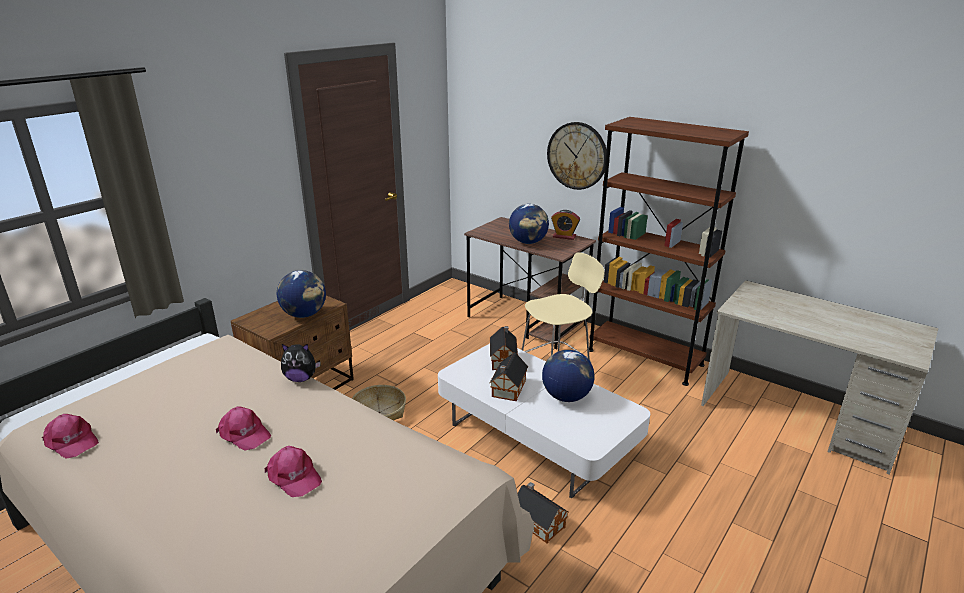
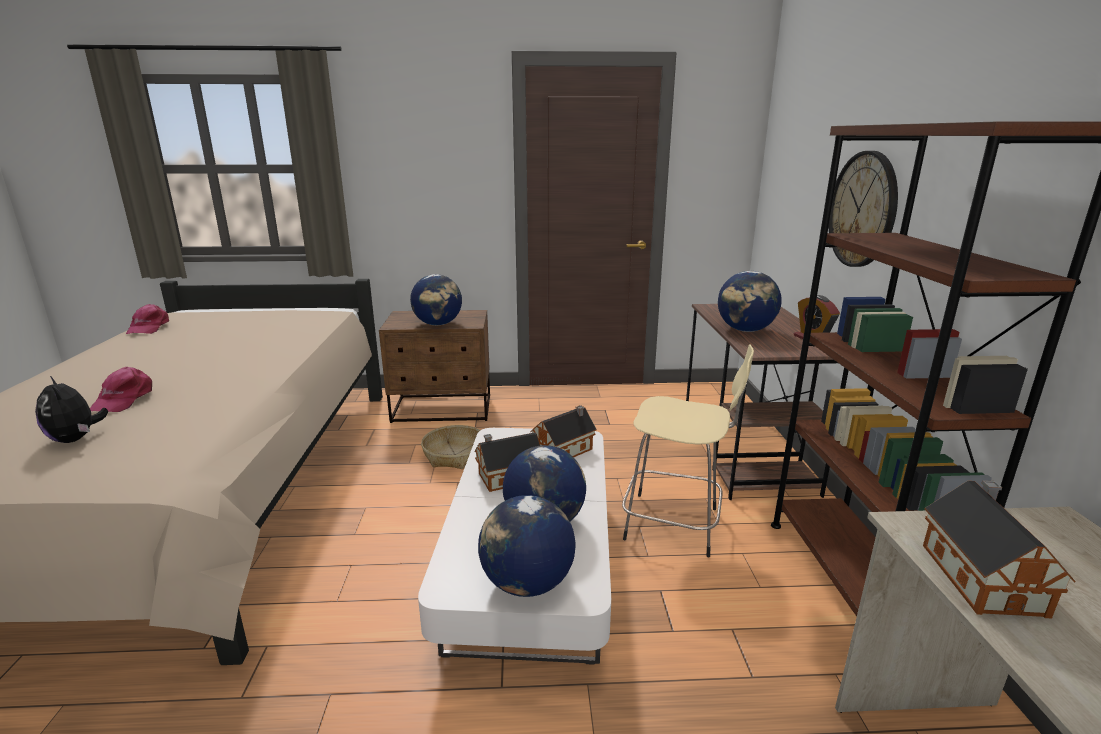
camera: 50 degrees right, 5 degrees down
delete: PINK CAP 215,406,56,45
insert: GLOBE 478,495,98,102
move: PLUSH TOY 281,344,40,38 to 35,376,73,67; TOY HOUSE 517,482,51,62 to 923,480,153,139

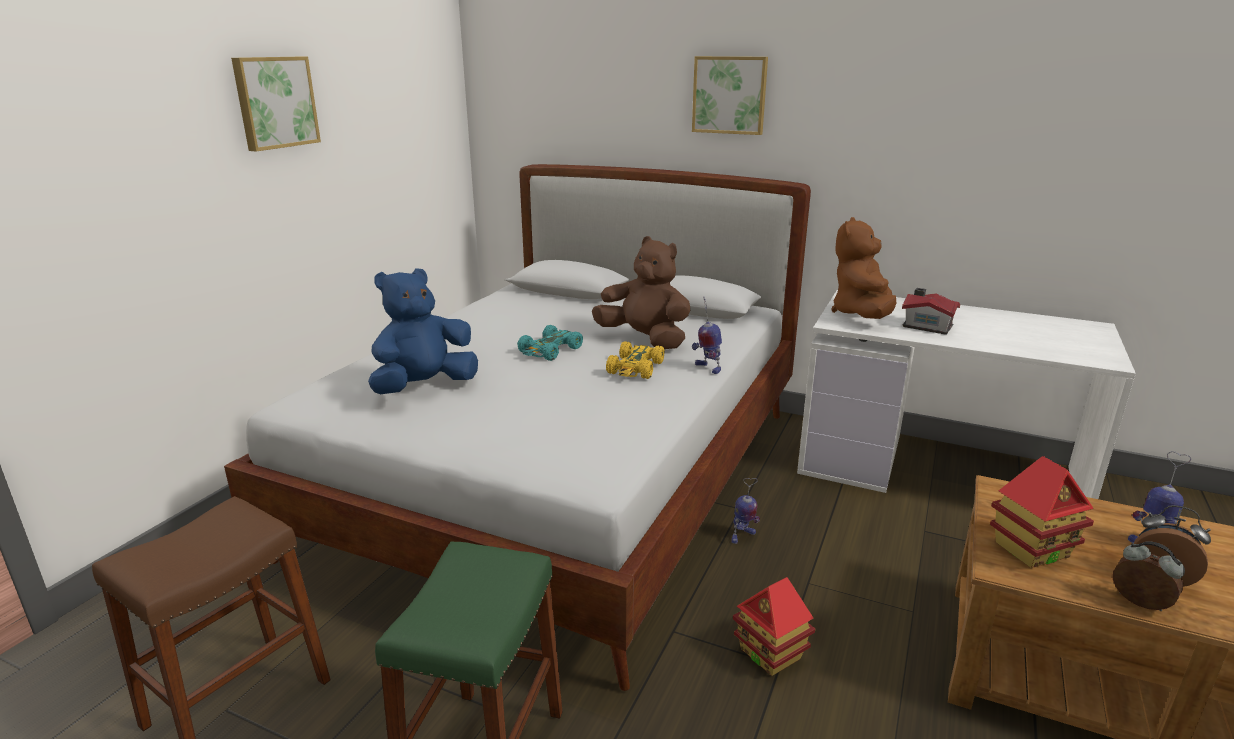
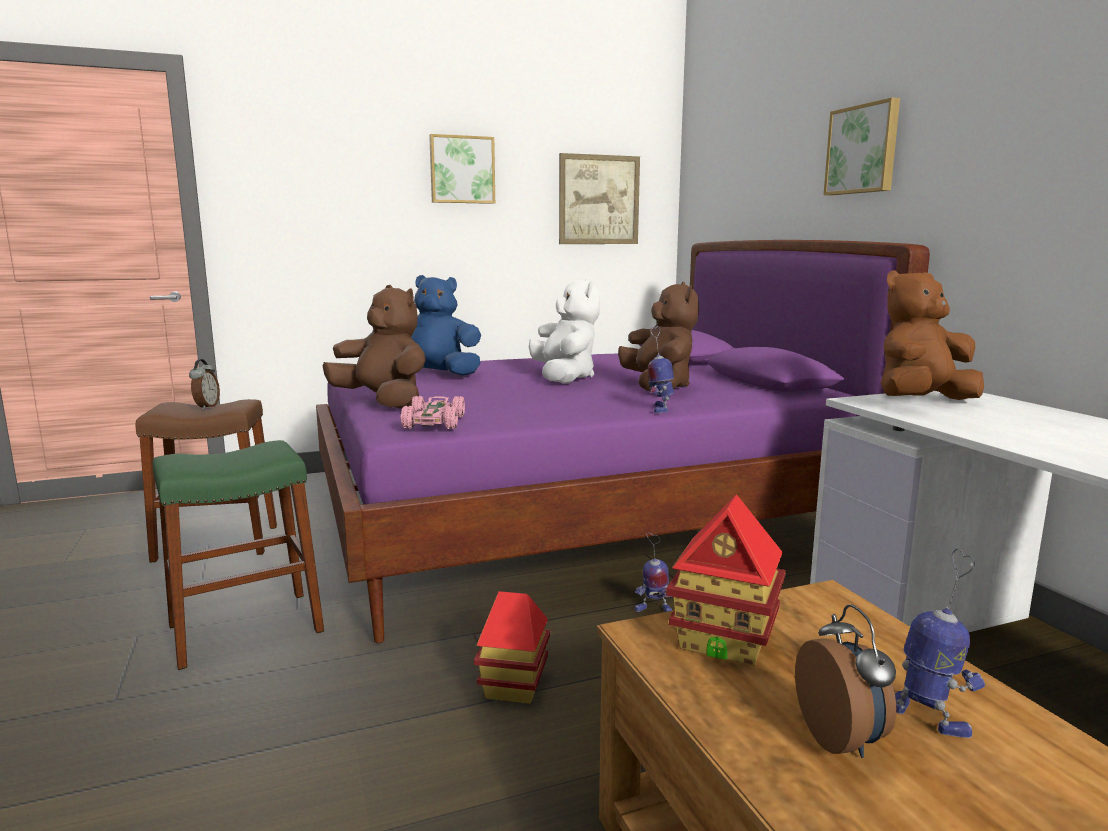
camera: 45 degrees right, 10 degrees down
delete: YELLOW TOY CAR 606,341,59,38; TOY HOUSE 902,288,58,47
insert: BROWN PLUSH TOY 322,285,104,124; PINK TOY CAR 401,396,64,33; PICTURE 559,153,81,91
move: ALARM CLOCK 1113,541,72,70 to 189,359,31,51
replace: TURQUOISE TOY CAR 517,325,66,36 to WHITE PLUSH TOY 529,278,71,105
recolor: WHITE BED 224,164,587,527 to PURPLE BED 316,240,614,403

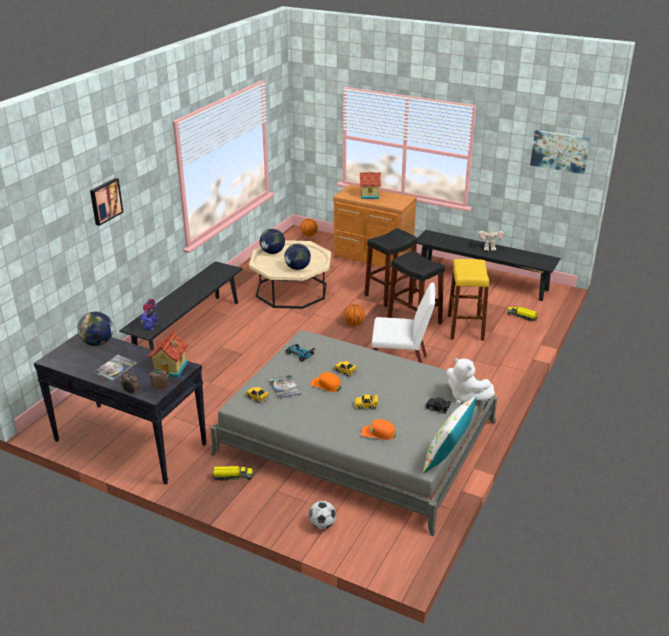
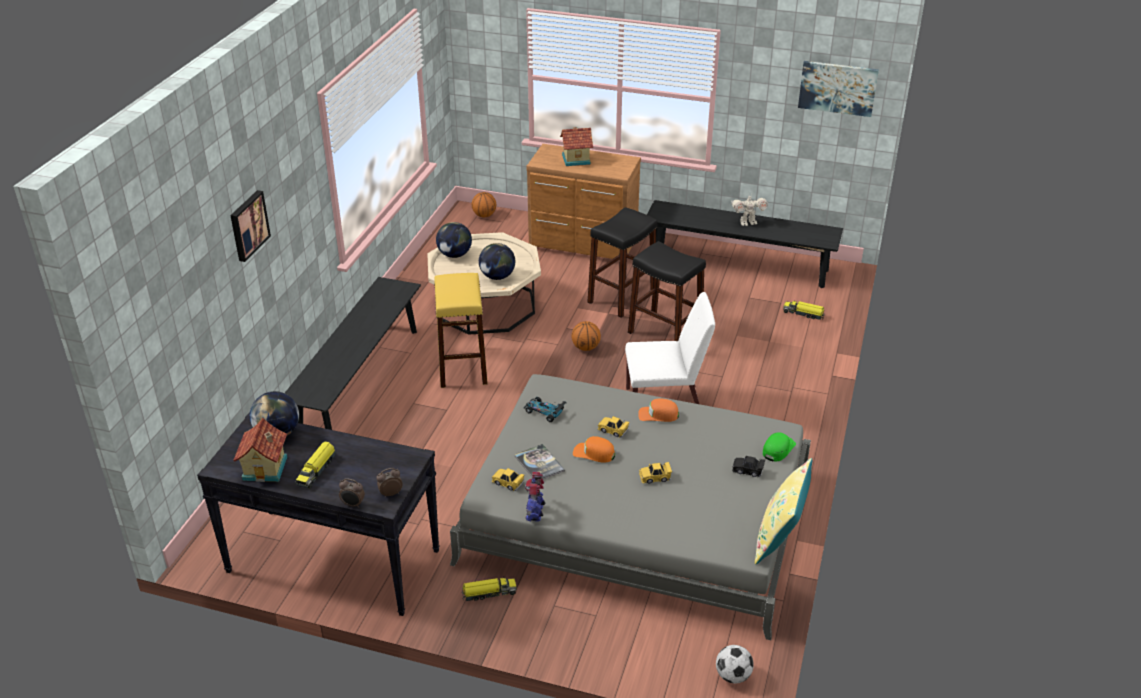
camera: 10 degrees left, 5 degrees up
move: TOY ROBOT 141,299,18,32 to 525,472,20,50; TOY HOUSE 147,331,42,47 to 233,418,54,64; FOOTBALL 309,501,27,28 to 716,645,38,39; ORANGE CAP 361,419,35,21 to 638,398,41,24; YELLOW STOOL 448,259,42,82 to 434,273,54,115
replace: BOOK 93,355,44,26 to TOY TRUCK 295,441,41,47; WHITE PLUSH TOY 446,357,49,47 to GREEN CAP 763,432,33,30
recolor: WHITE PILLOW 423,396,54,77 to YELLOW PILLOW 755,458,57,107

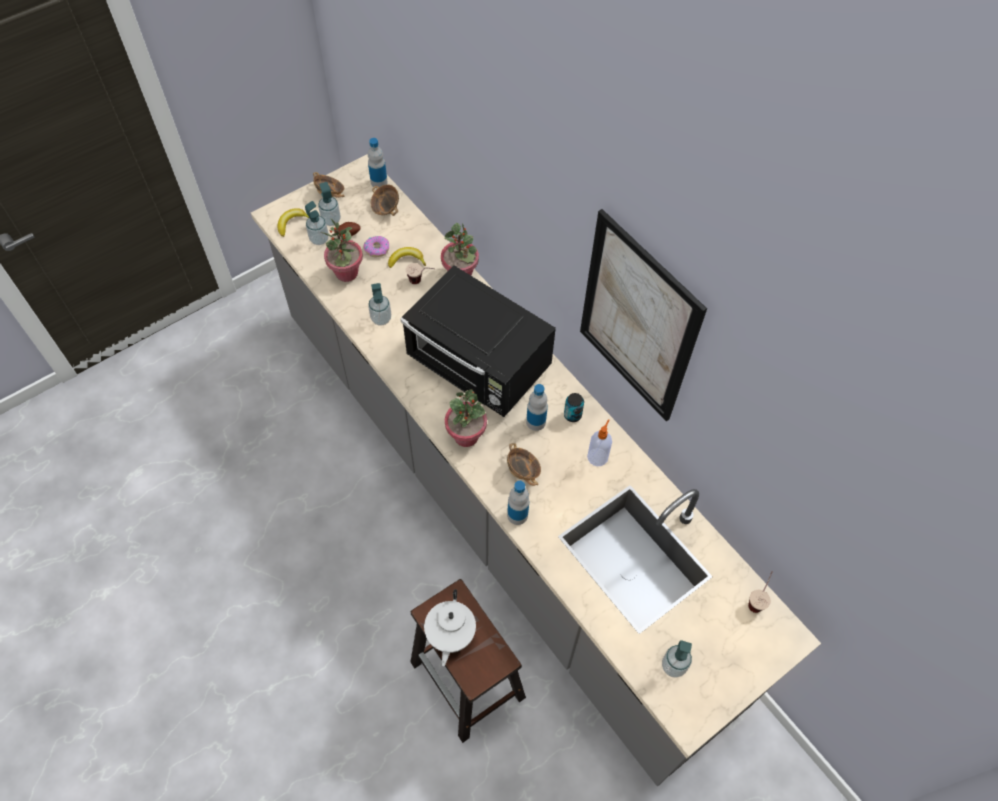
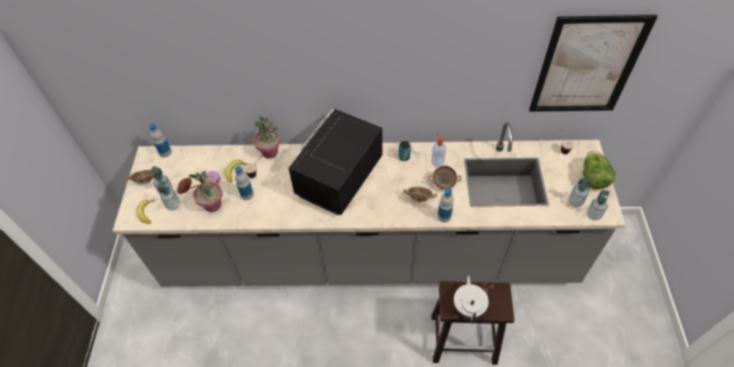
camera: 50 degrees left, 5 degrees down
delete: POTTED PLANT 445,389,42,58
insert: LETTUCE 583,151,32,39
move: SOAP DISPENSER 368,283,23,42 to 587,190,23,30; BOWL 371,184,28,32 to 428,165,34,25; BOTTLE 526,384,22,47 to 235,166,19,34; PICTURE 580,209,127,212 to 529,15,129,97
rotate: BLACK MICROWAVE 401,266,155,151 = 289,109,94,106 135 degrees clockwise; WHITE TEAPOT 424,589,52,77 = 454,275,35,49 135 degrees counterclockwise

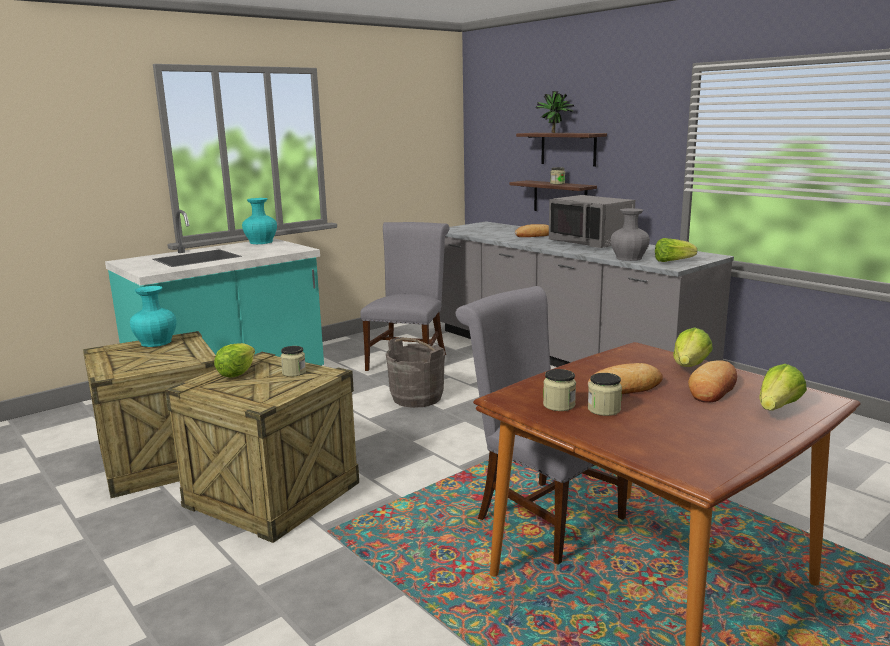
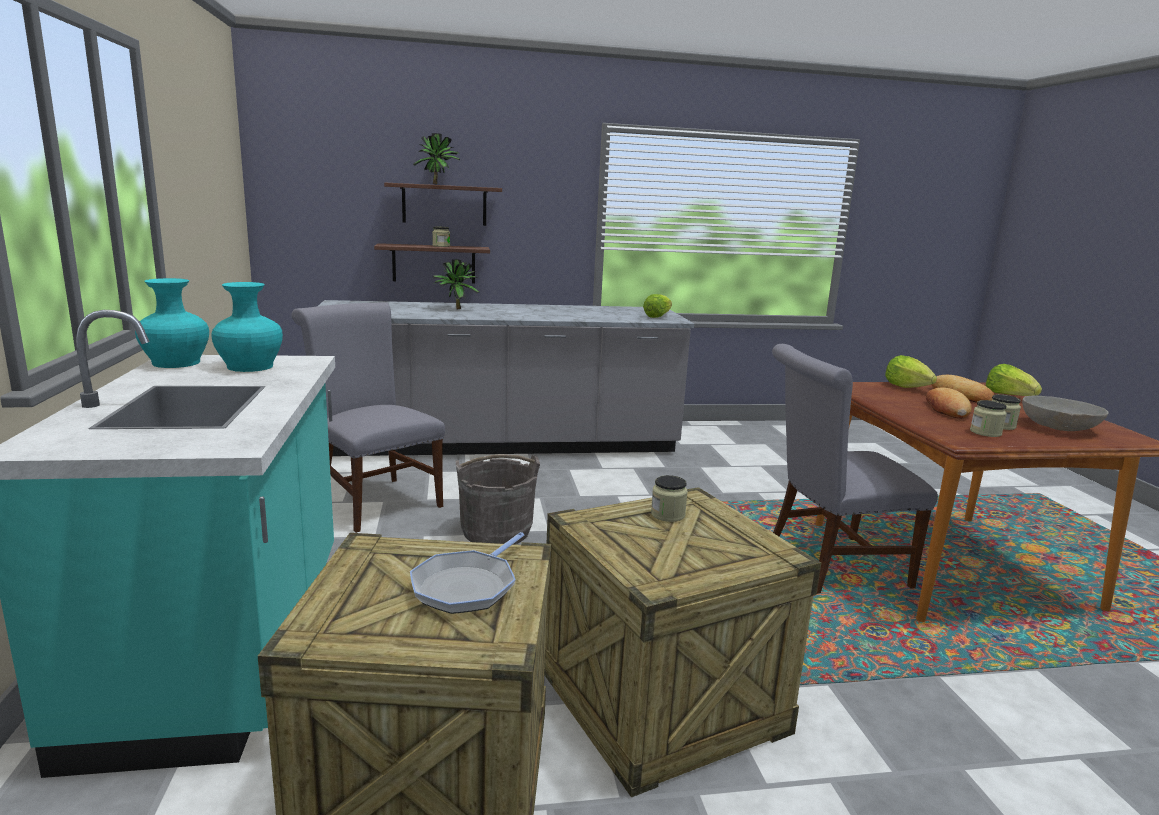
camera: 60 degrees left, 0 degrees up
delete: LETTUCE 214,343,41,34; GREY MICROWAVE 549,195,86,53; GREY VASE 611,208,39,53
insert: FRYING PAN 410,532,114,82; GREY BOWL 1022,395,86,36
move: TURQUOISE VASE 130,286,47,61 to 212,282,71,90
replace: BREAD 515,224,34,13 to POTTED PLANT 433,259,46,50

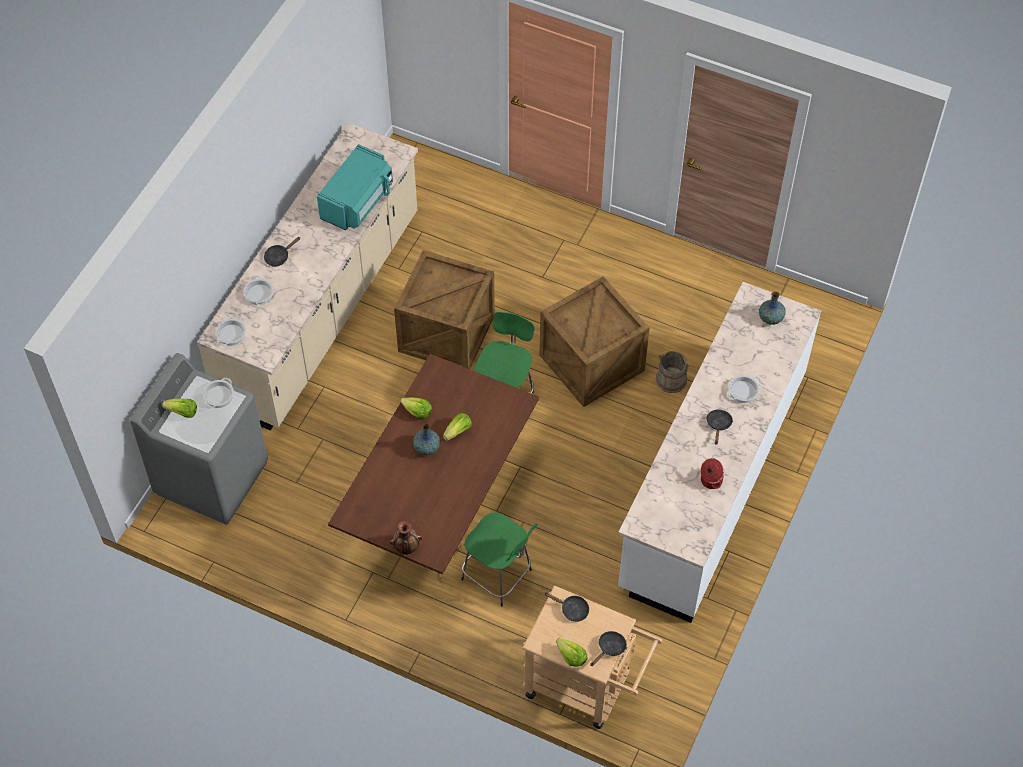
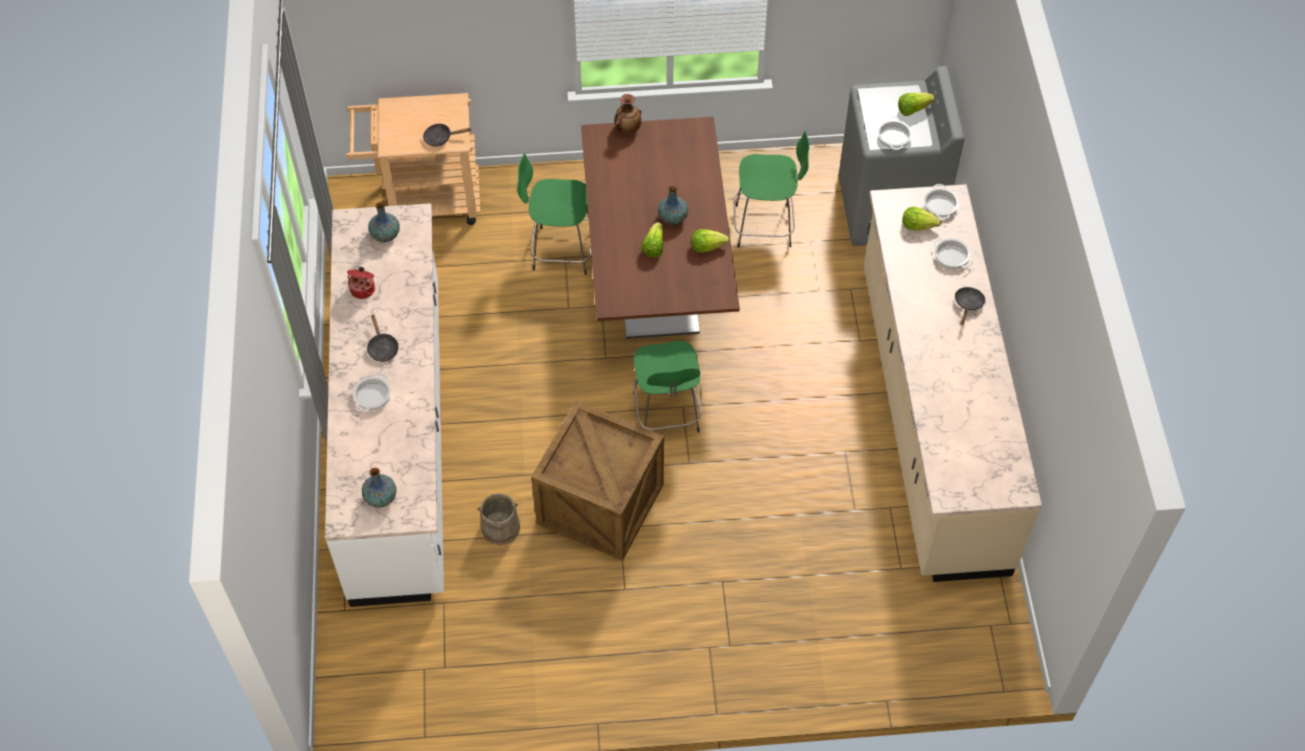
camera: 150 degrees right, 0 degrees up
delete: TURQUOISE MICROWAVE 317,144,76,86; CRATE 394,250,101,119; BLACK FRYING PAN 590,631,37,35
insert: VASE 368,202,32,40; GREEN STOOL 733,130,77,118
move: LETTUCE 556,638,31,29 to 902,206,39,24

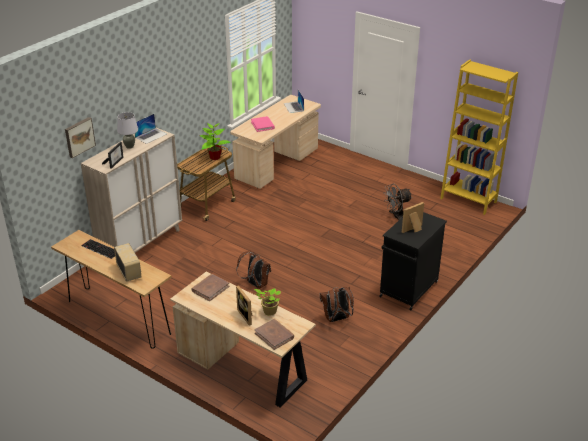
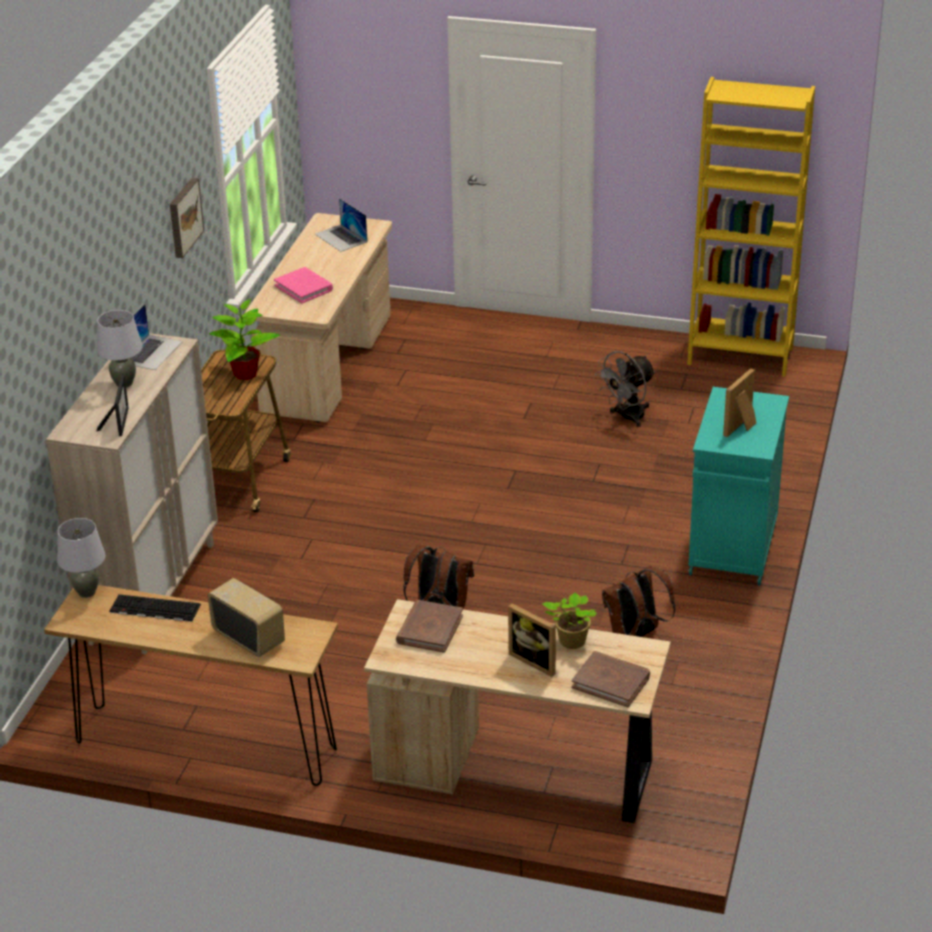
camera: 20 degrees left, 0 degrees up
insert: GREY TABLE LAMP 57,518,49,80
move: PICTURE 65,117,31,41 to 170,178,34,80
recolor: BLACK CABINET 379,212,68,99 to TURQUOISE CABINET 688,387,101,198

